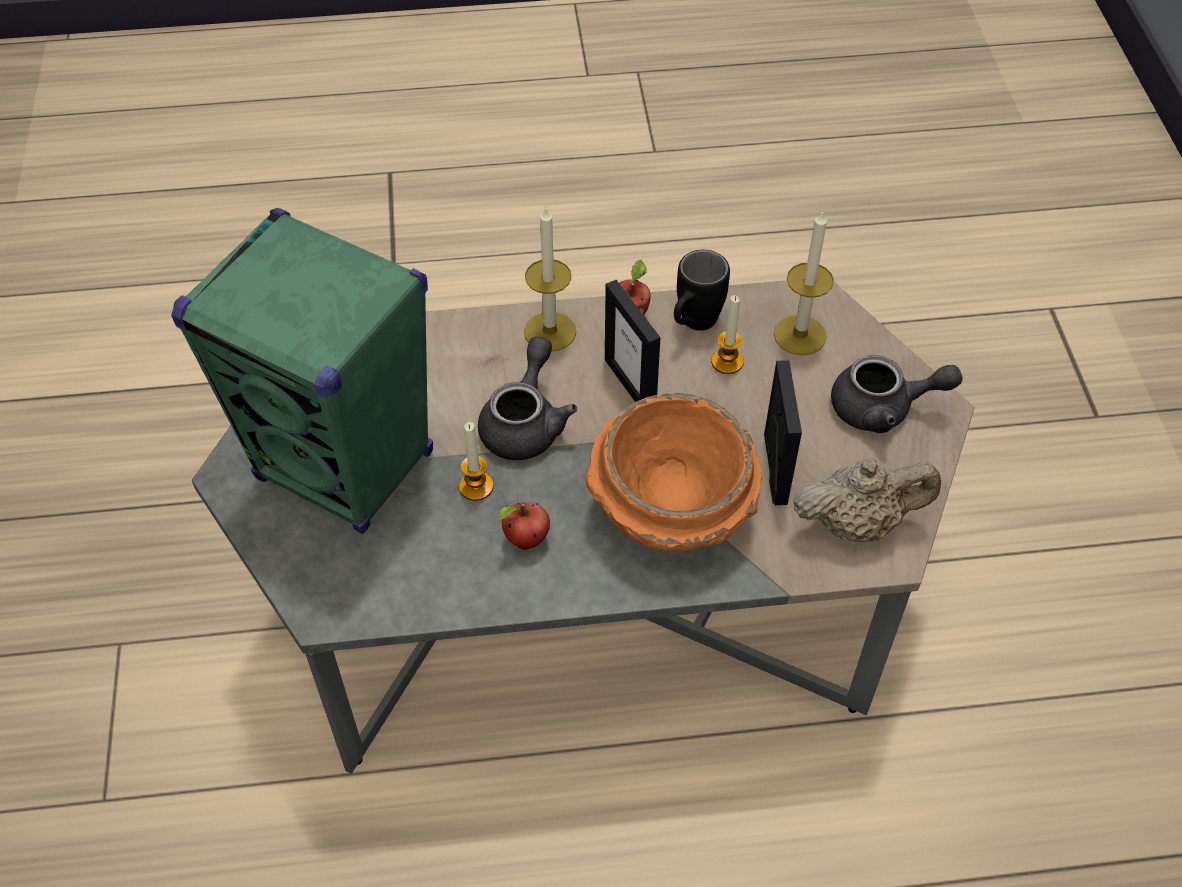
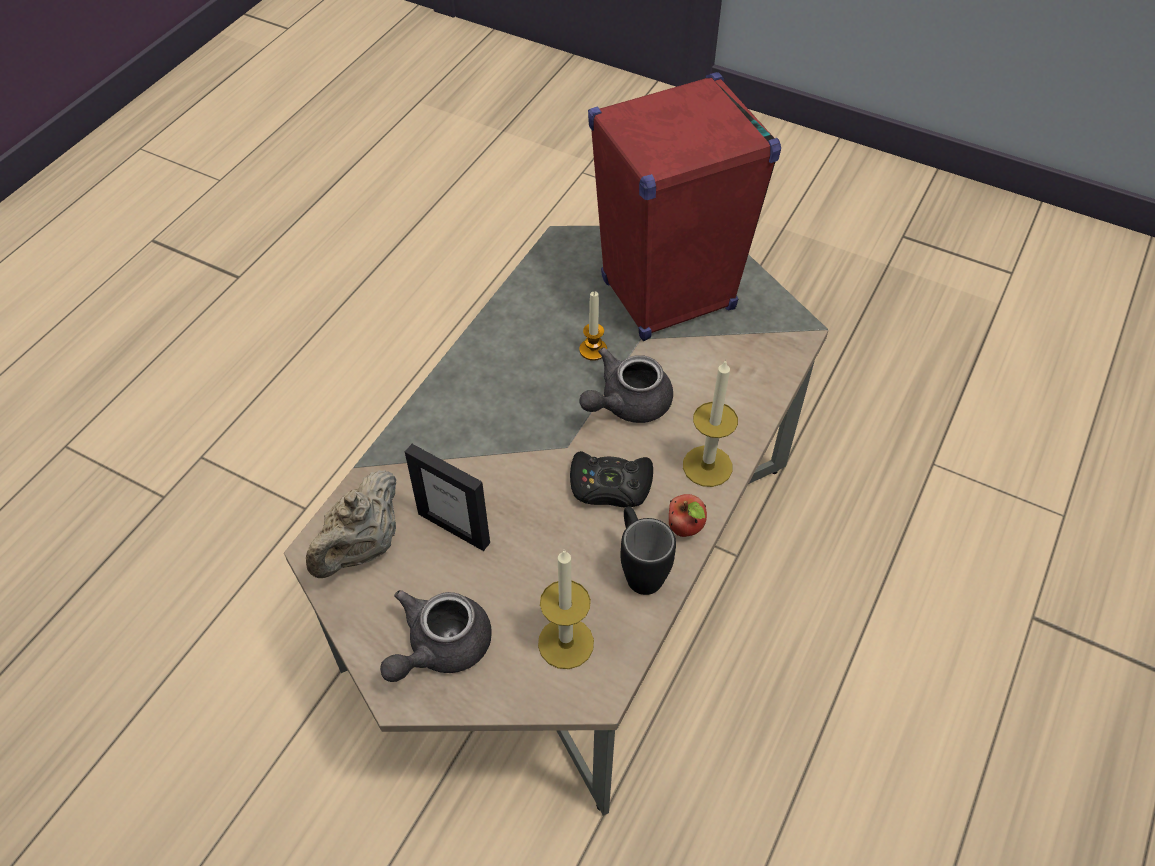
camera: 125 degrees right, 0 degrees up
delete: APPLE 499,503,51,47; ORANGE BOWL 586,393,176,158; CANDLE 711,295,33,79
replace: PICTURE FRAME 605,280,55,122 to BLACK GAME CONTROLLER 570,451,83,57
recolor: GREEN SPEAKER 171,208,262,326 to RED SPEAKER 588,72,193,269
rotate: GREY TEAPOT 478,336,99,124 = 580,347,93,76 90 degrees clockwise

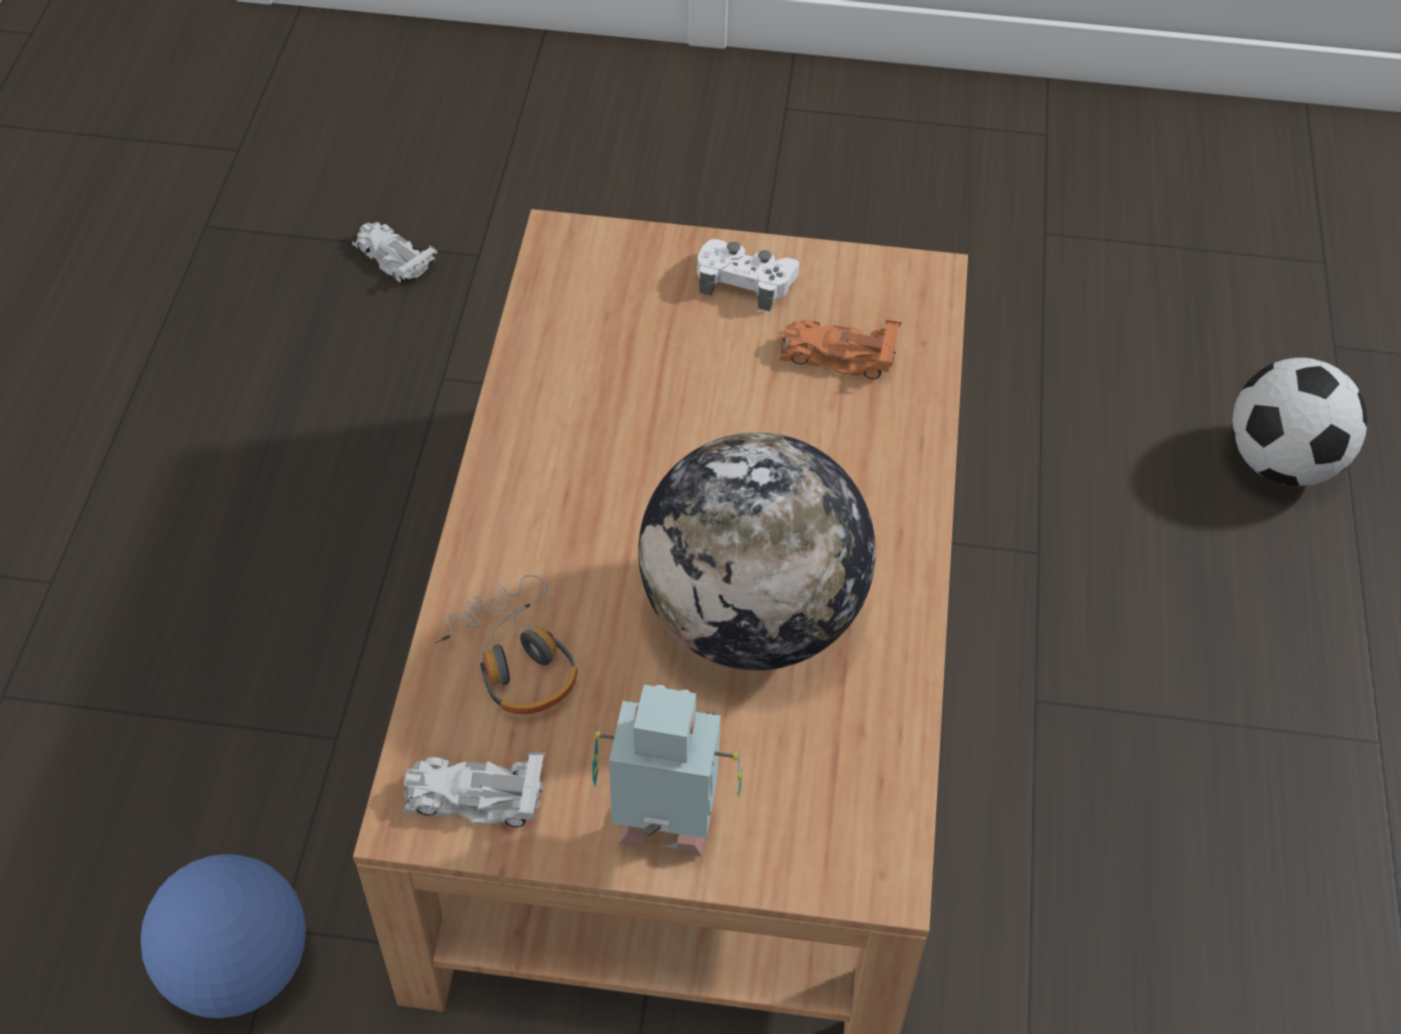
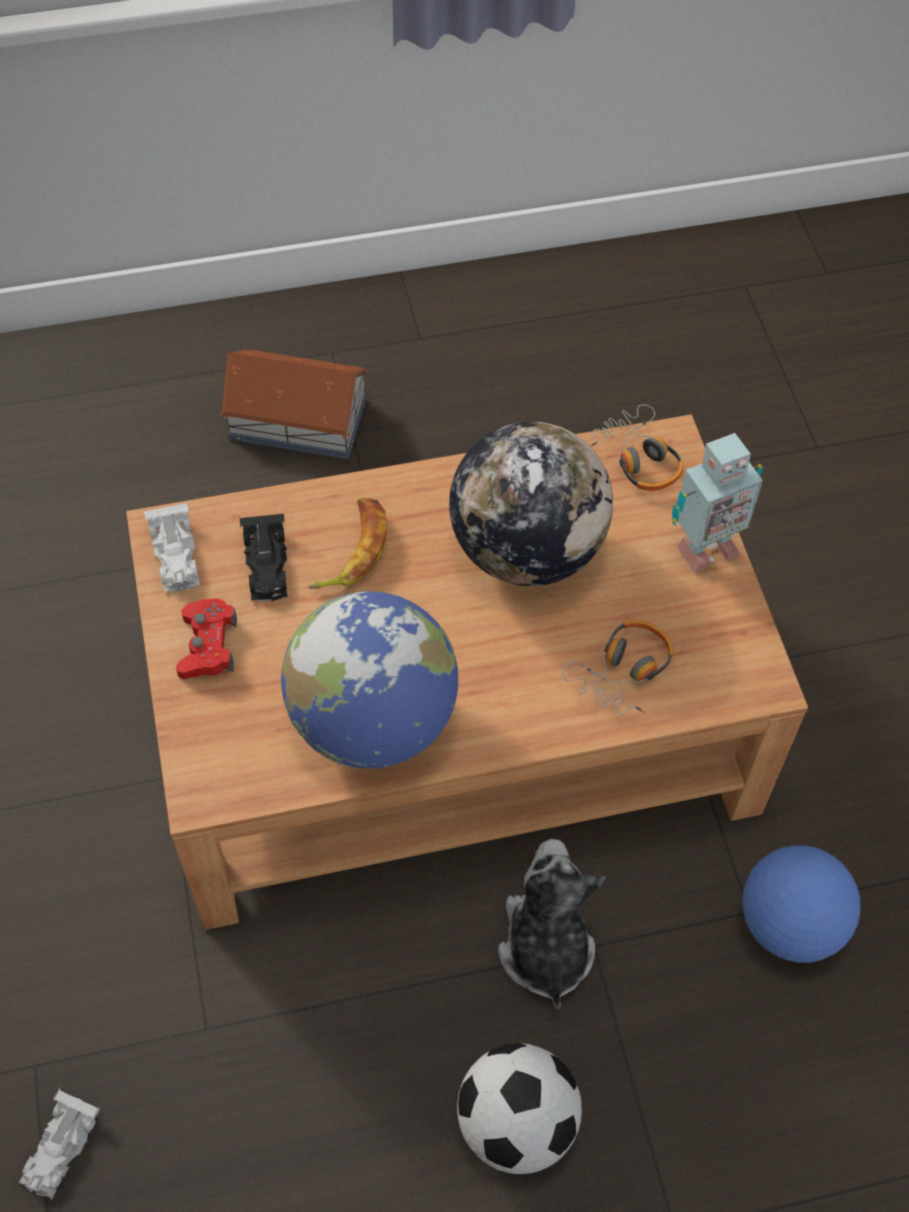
camera: 110 degrees left, 5 degrees up
insert: TOY HOUSE 220,349,150,110; GLOBE 281,591,177,178; BANANA 309,498,78,91; PLUSH TOY 498,839,107,170; HEADPHONES 590,405,93,86
move: WHITE TOY CAR 403,752,143,75 to 143,503,57,88; FOOTBALL 1232,358,135,128 to 457,1043,125,132
recolor: WHITE GAME CONTROLLER 697,239,102,72 to RED GAME CONTROLLER 176,598,61,81; ORANGE TOY CAR 779,320,123,59 to BLACK TOY CAR 239,512,49,90
rotate: TOY ROBOT 592,684,150,172 = 672,433,92,140 105 degrees counterclockwise

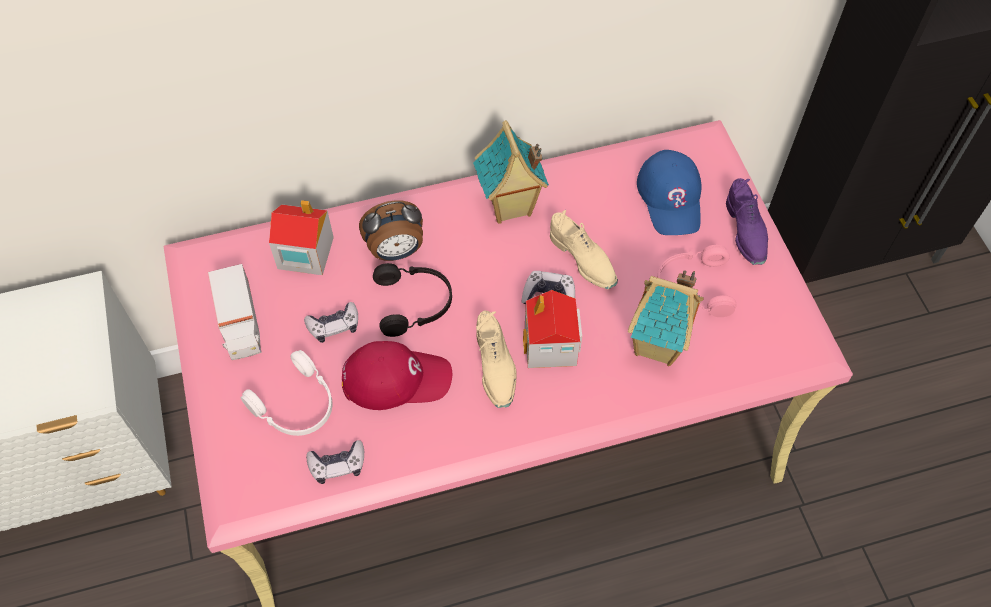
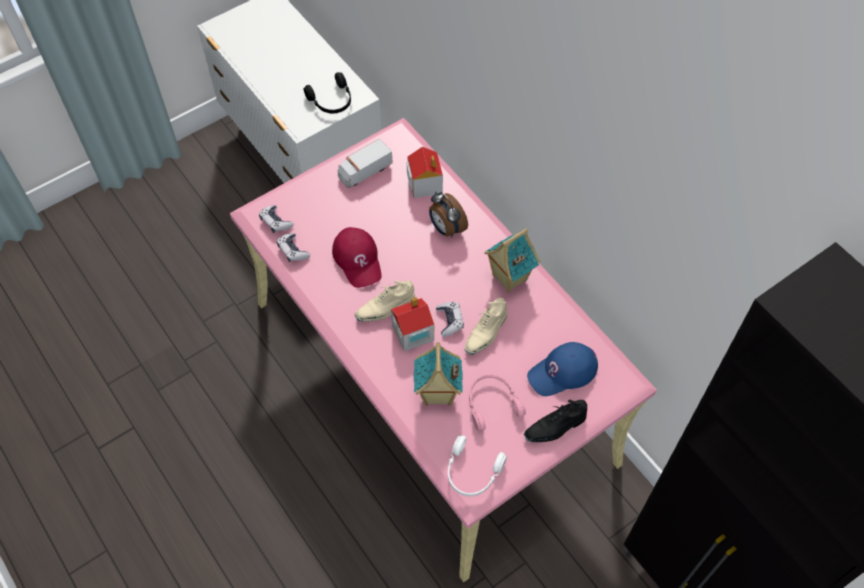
camera: 70 degrees right, 0 degrees up
move: WHITE HEADPHONES 240,350,93,86 to 448,435,59,61; GAME CONTROLLER 304,302,54,41 to 259,205,35,28; BLACK HEADPHONES 373,263,79,74 to 304,72,47,41
recolor: PURPLE SHOE 726,178,42,87 to BLACK SHOE 524,400,63,42

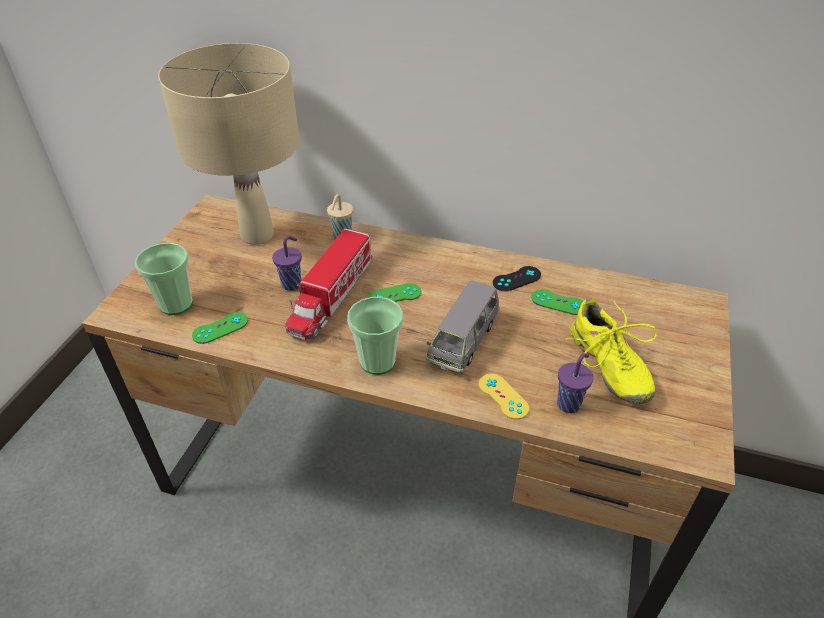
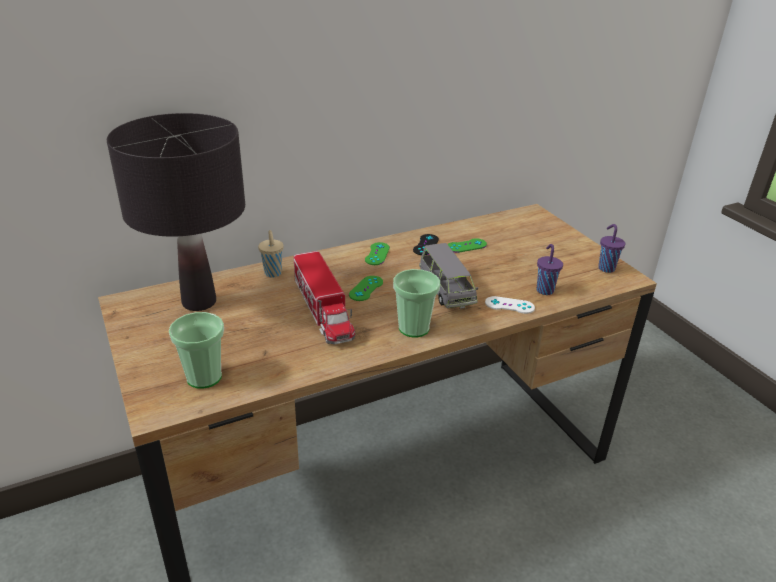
camera: 45 degrees left, 10 degrees down
delete: YELLOW SHOE 565,298,92,106
move: GREEN GAME CONTROLLER 192,312,56,32 to 365,242,25,23; PURPLE CUP 272,236,30,55 to 598,224,27,49
recolor: BEIGE TABLE LAMP 158,43,141,202 to BLACK TABLE LAMP 107,113,138,198; YELLOW GAME CONTROLLER 479,374,50,46 to WHITE GAME CONTROLLER 485,296,50,18

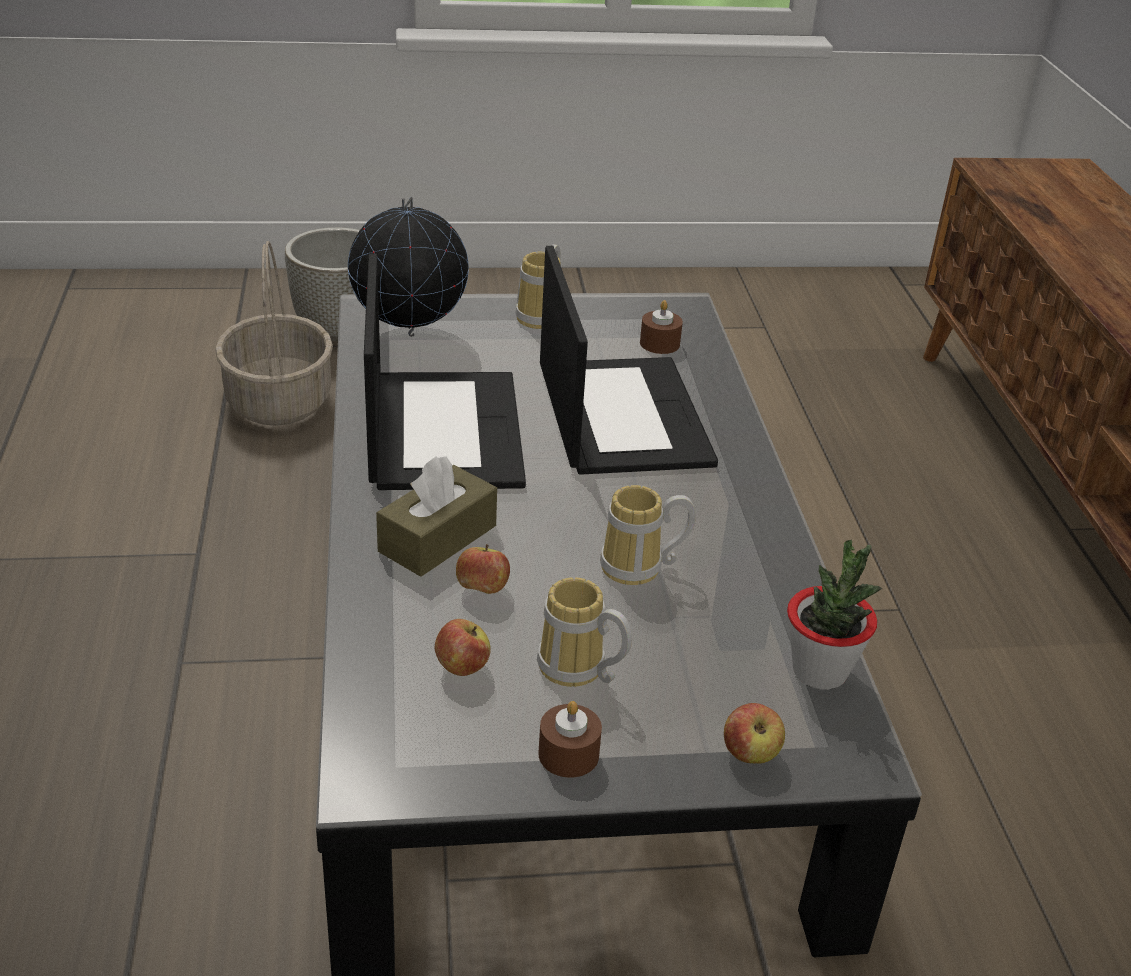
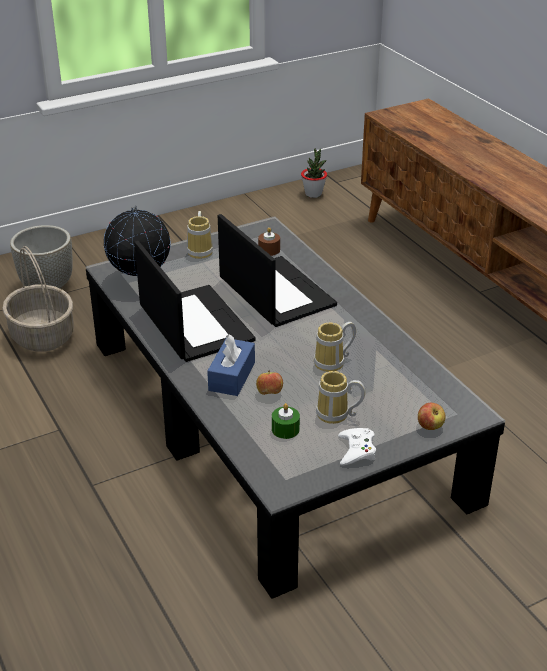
camera: 20 degrees left, 0 degrees up
move: POTTED PLANT 787,540,95,150 to 301,148,26,50
replace: APPLE 435,619,56,57 to GREEN CANDLE 272,403,28,36; BROWN CANDLE 538,701,64,77 to WHITE GAME CONTROLLER 338,428,38,37
recolor: BROWN TISSUE BOX 376,456,121,121 to BLUE TISSUE BOX 207,334,48,62

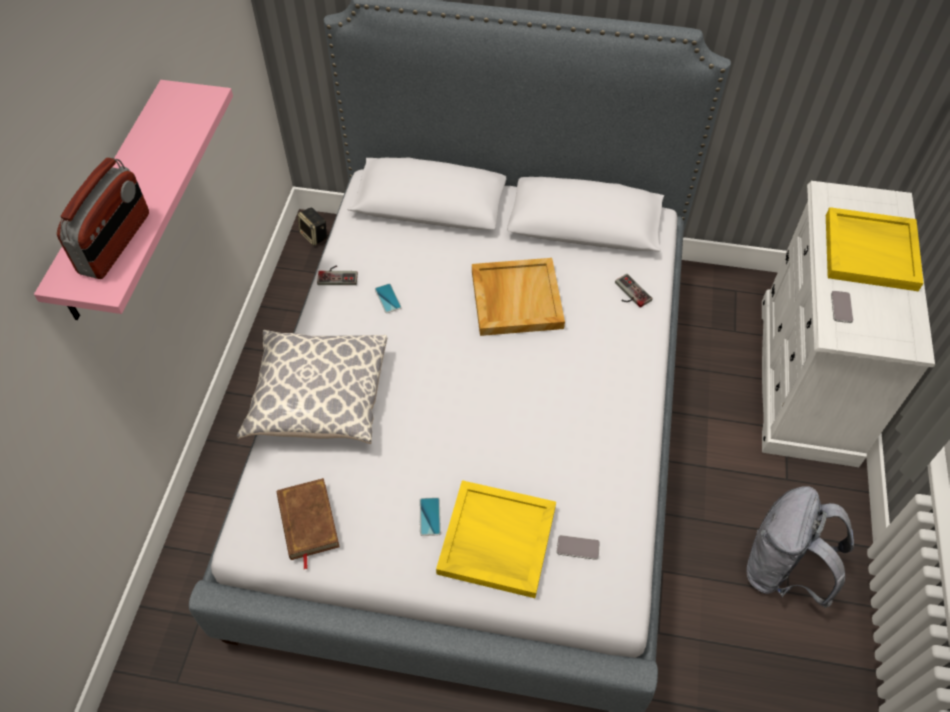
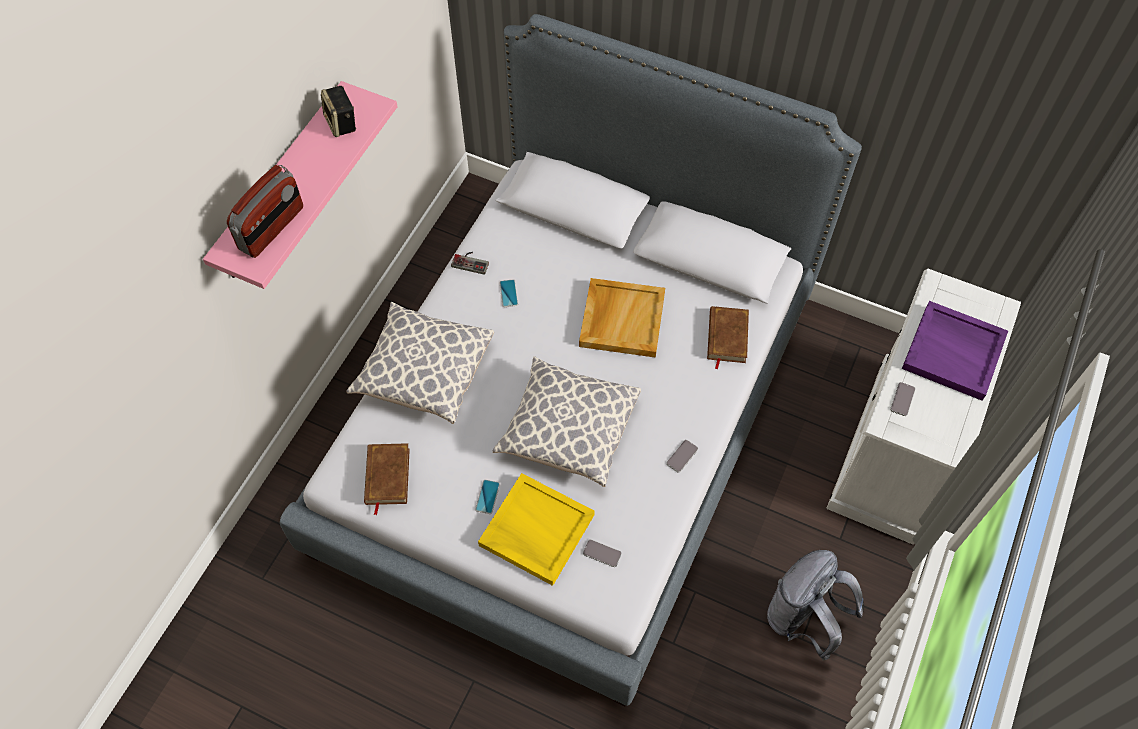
camera: 15 degrees right, 5 degrees up
insert: PILLOW 493,356,148,131; PHONE 666,440,32,32
move: SPEAKER 298,207,29,39 to 321,86,35,51
replace: GAME CONTROLLER 615,274,38,34 to BROWN BOOK 707,306,42,64
recolor: YELLOW TRAY 826,207,98,84 to PURPLE TRAY 902,301,106,100

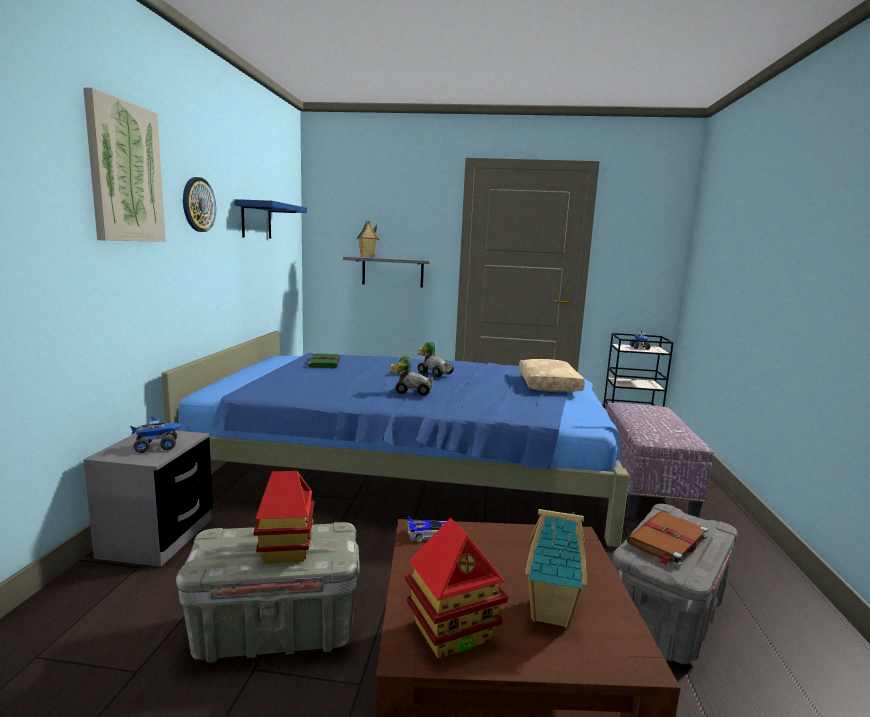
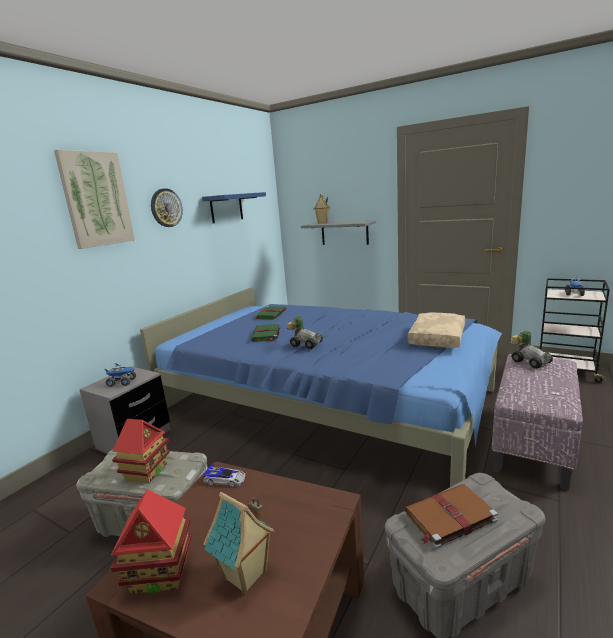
camera: 25 degrees right, 5 degrees up
insert: GREEN BOOK 251,323,29,19
move: TOY CAR 418,342,36,35 to 511,331,42,38

